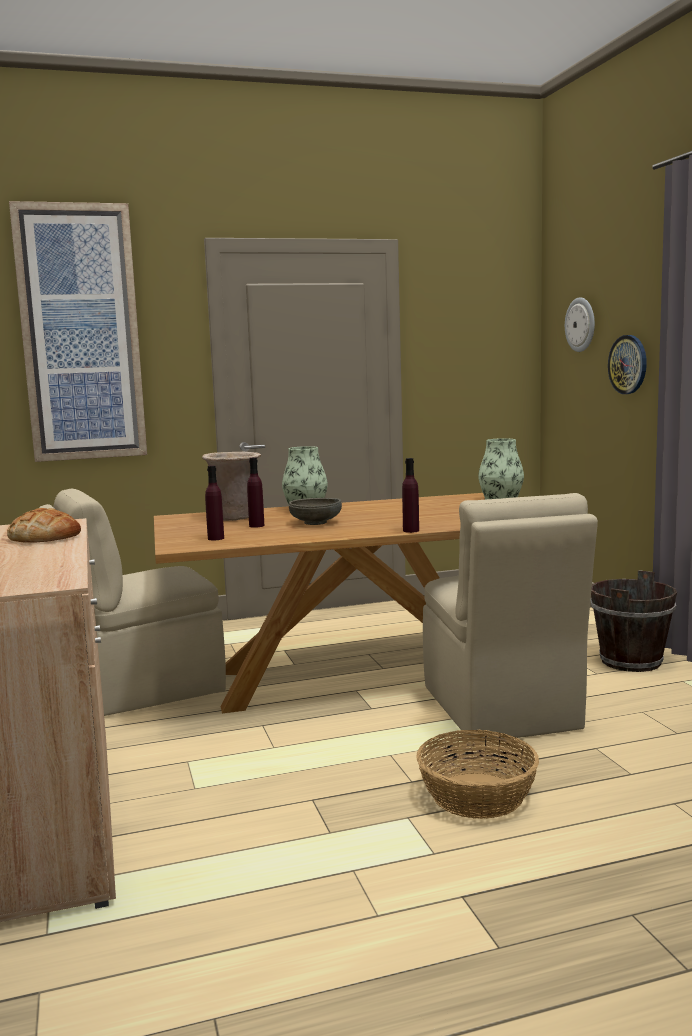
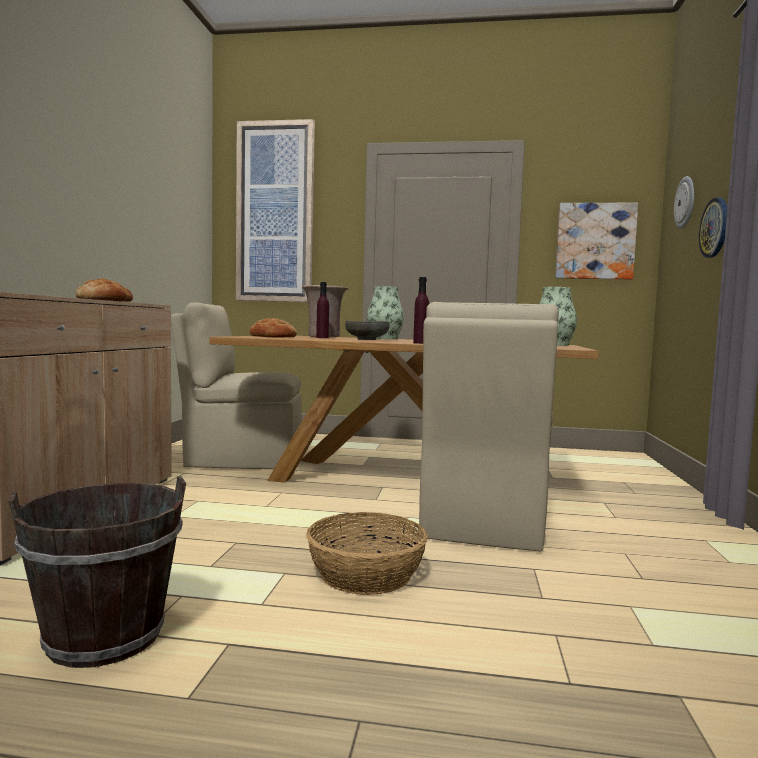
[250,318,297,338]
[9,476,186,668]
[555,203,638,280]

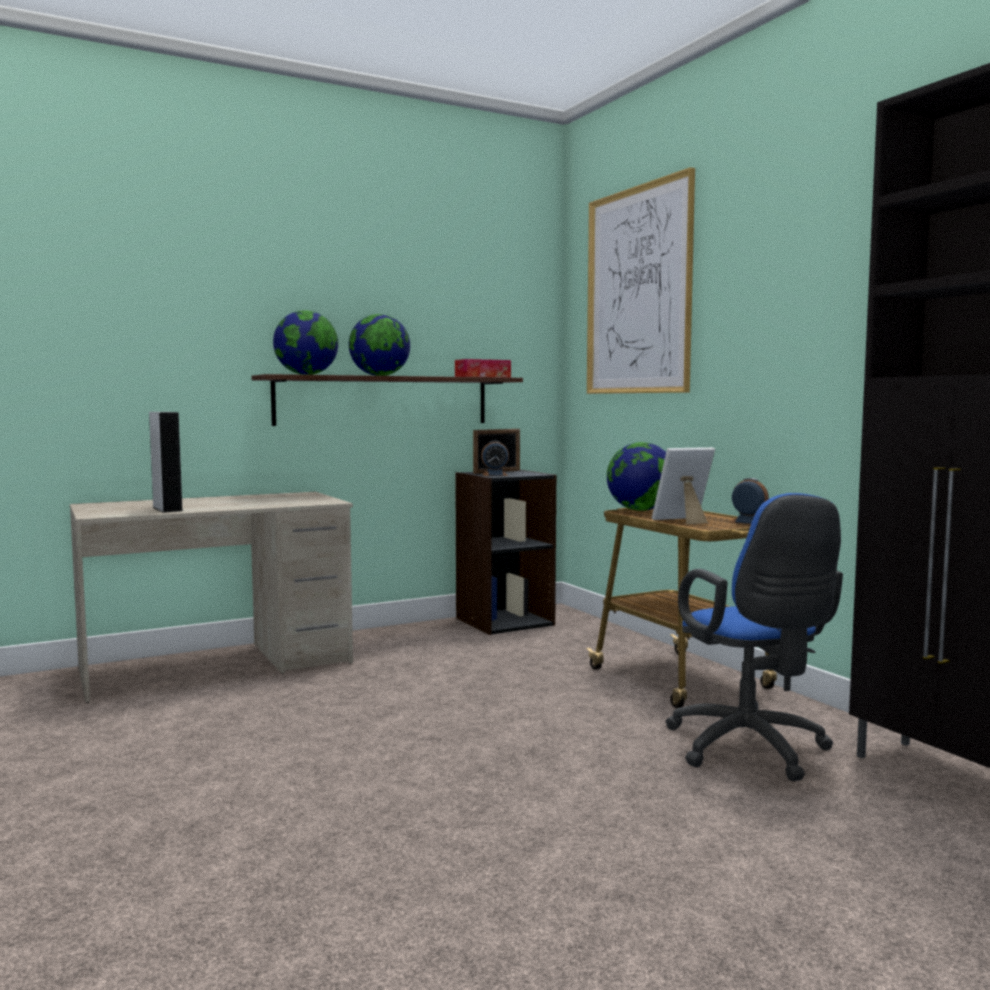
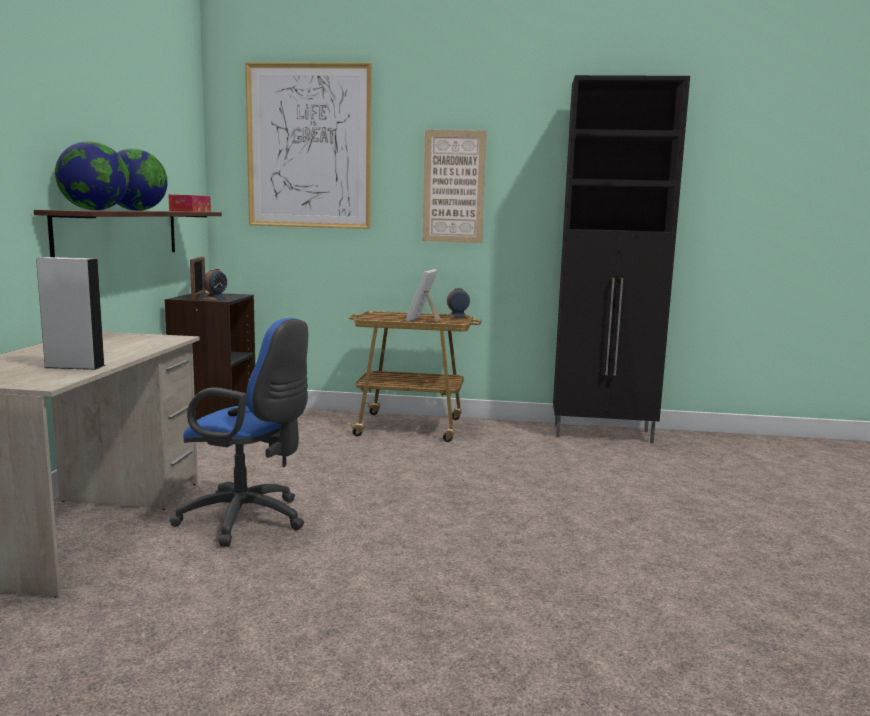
[607,442,666,511] (first image)
[170,318,308,547]
[423,130,487,243]

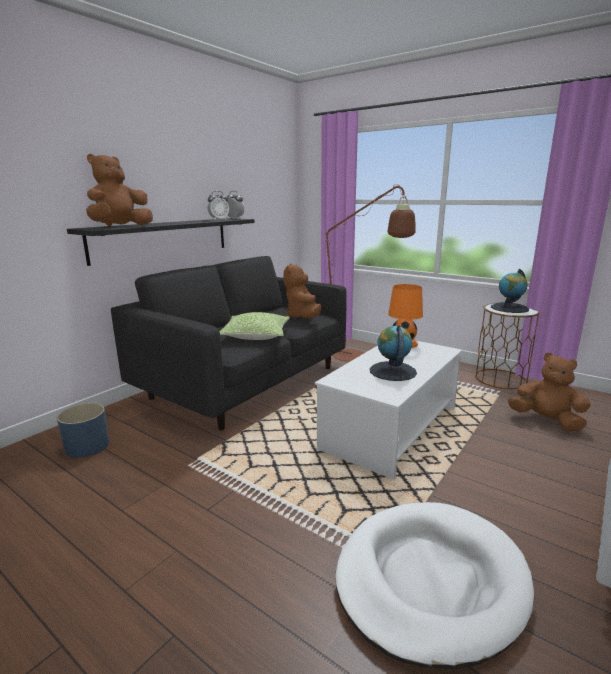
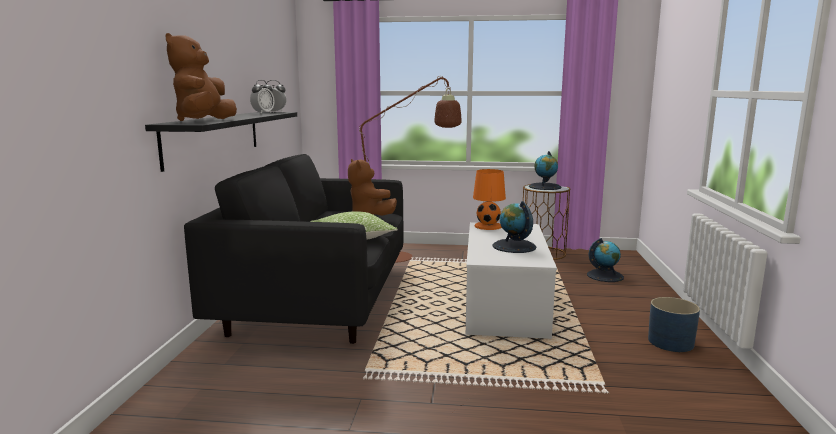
[648,297,700,352]
[336,502,534,669] (first image)
[587,238,624,282]

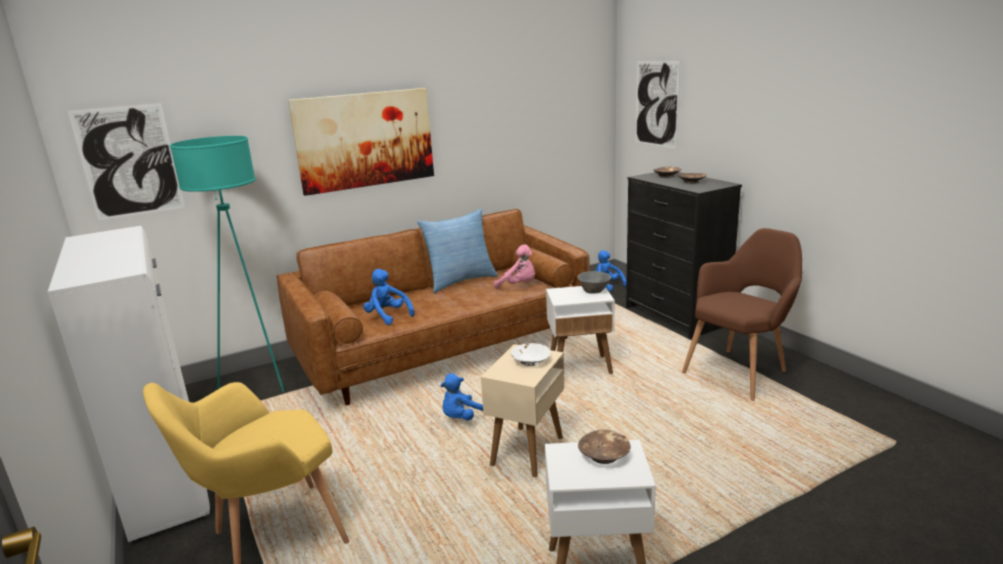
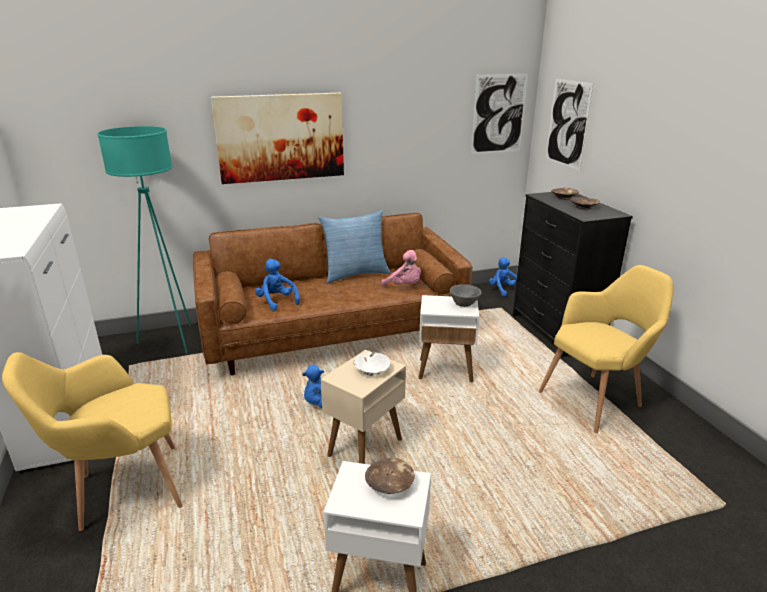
[471,74,528,154]
[539,265,673,433]

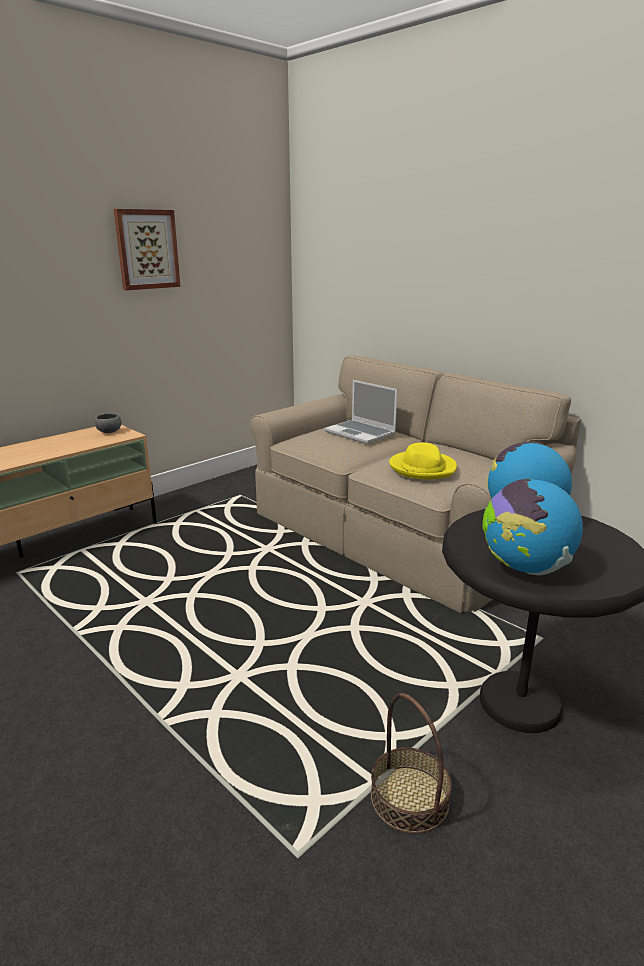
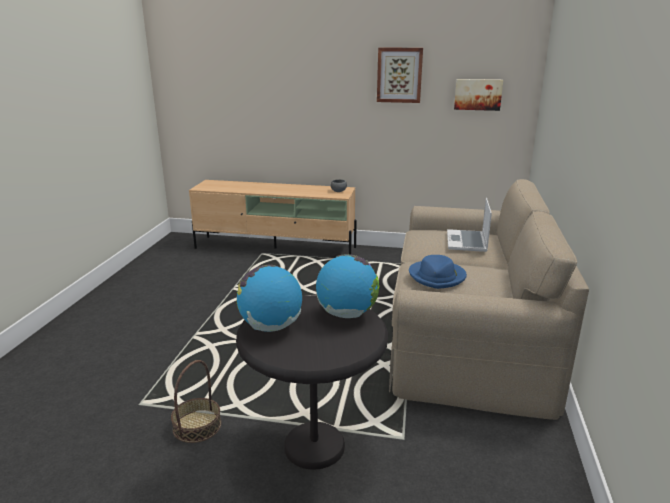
[409,255,467,289]
[454,79,503,111]

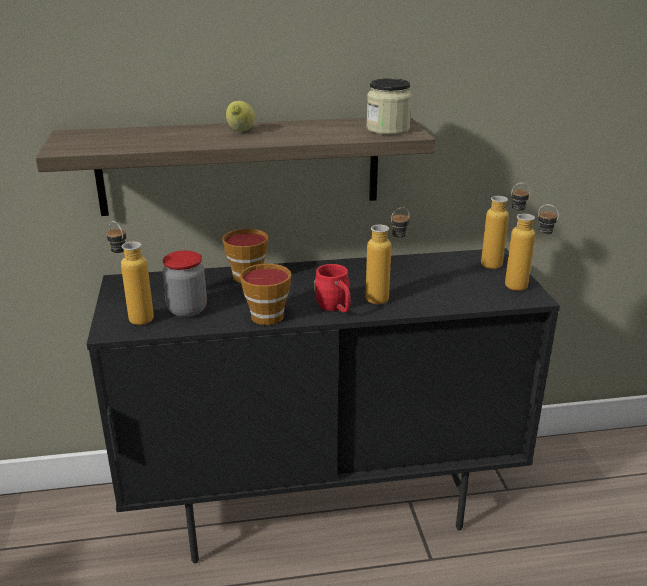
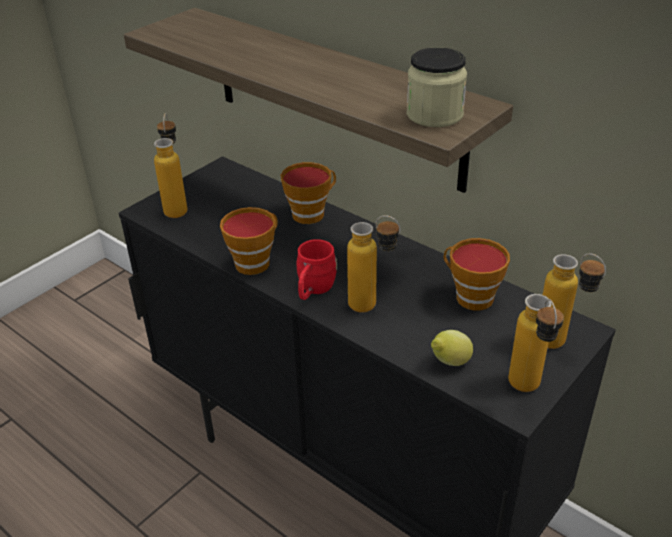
[162,251,207,317] (first image)
[431,330,473,366]
[444,238,510,311]

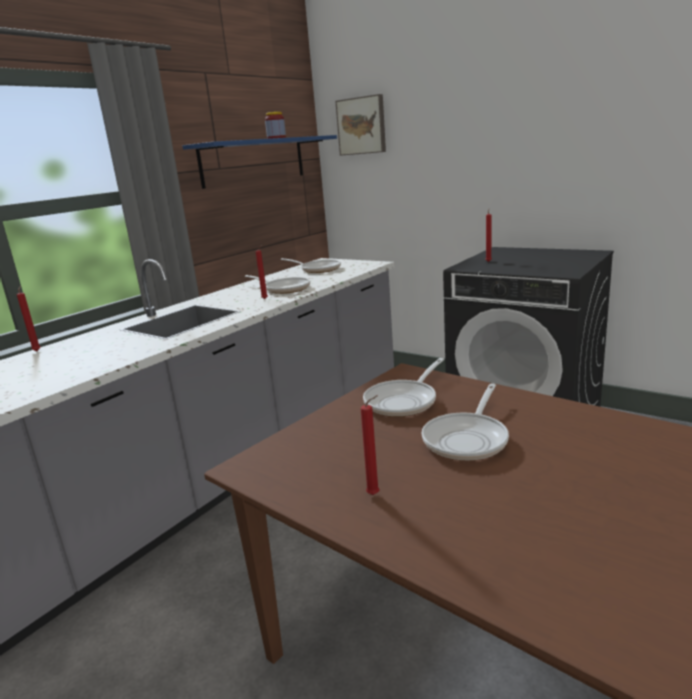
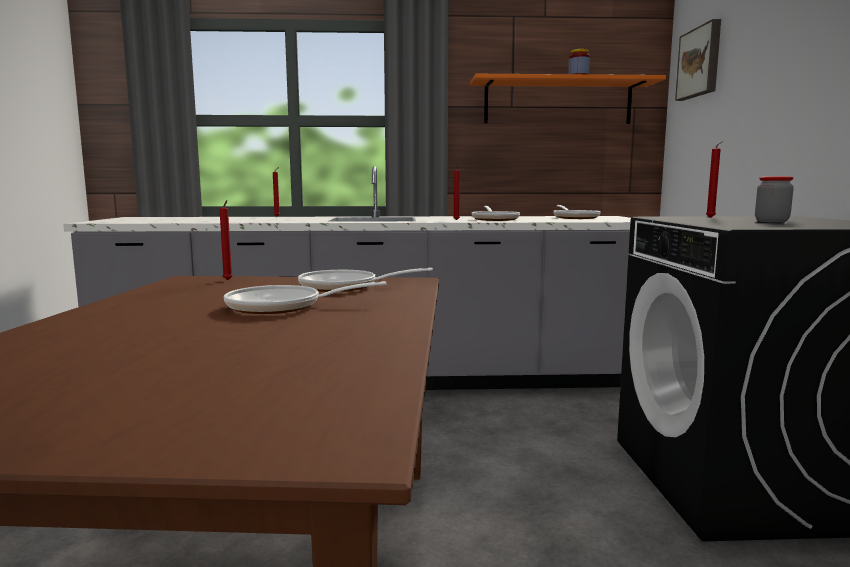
[470,74,666,124]
[219,200,233,280]
[755,176,794,223]

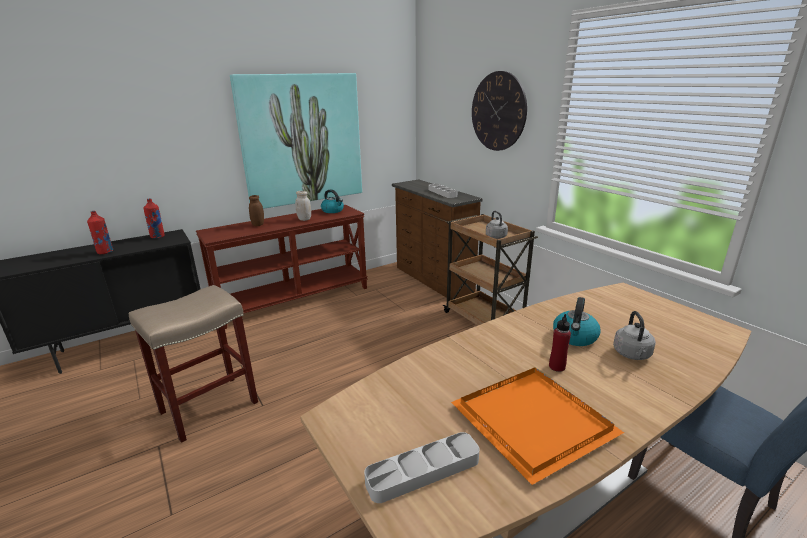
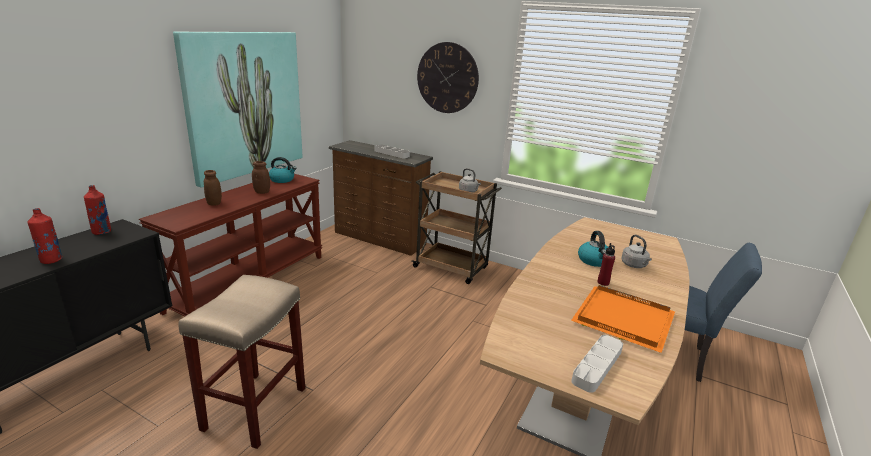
[252,161,270,194]

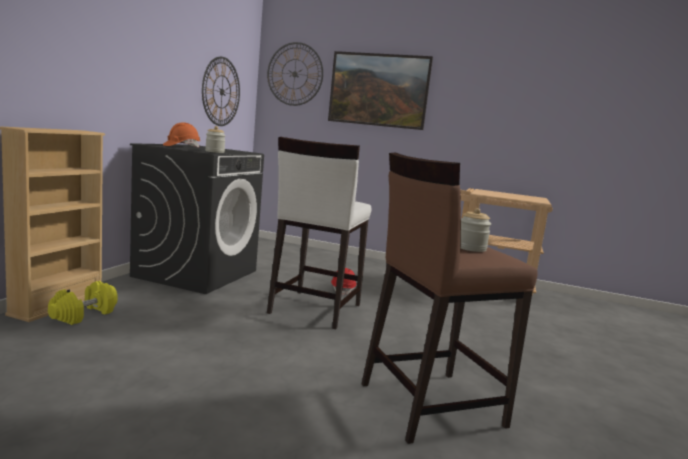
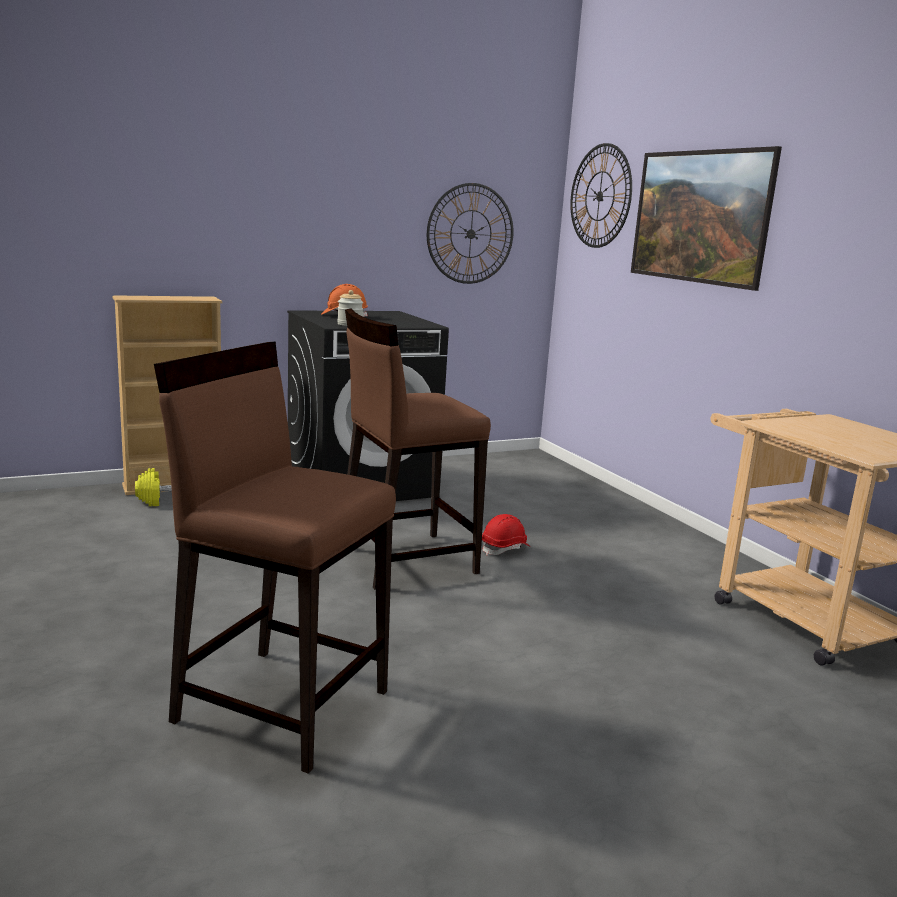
[345,308,491,590]
[461,208,491,252] (first image)

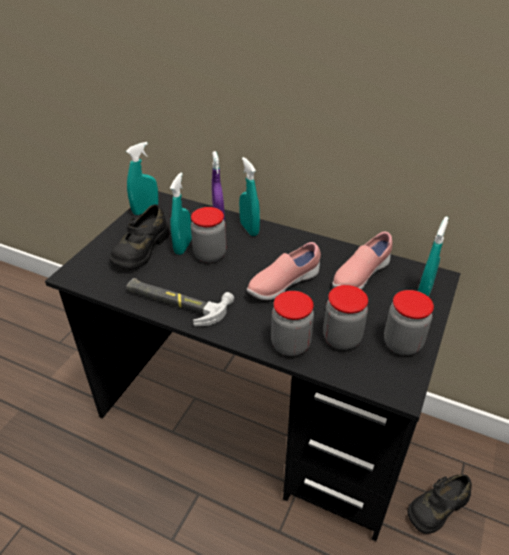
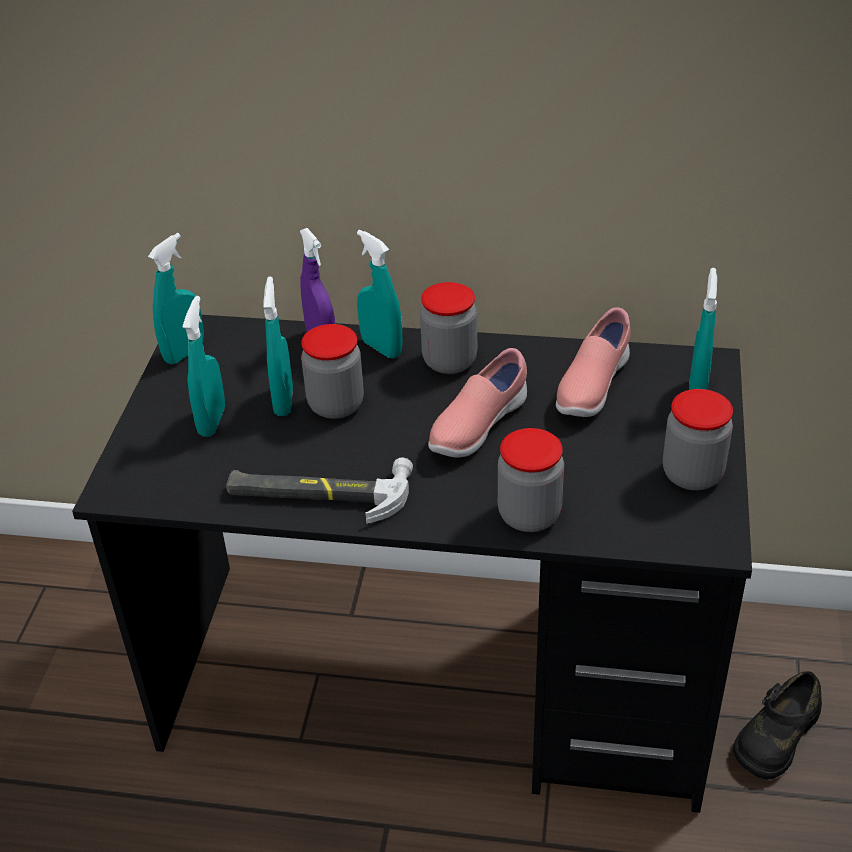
[183,296,225,437]
[420,282,477,374]

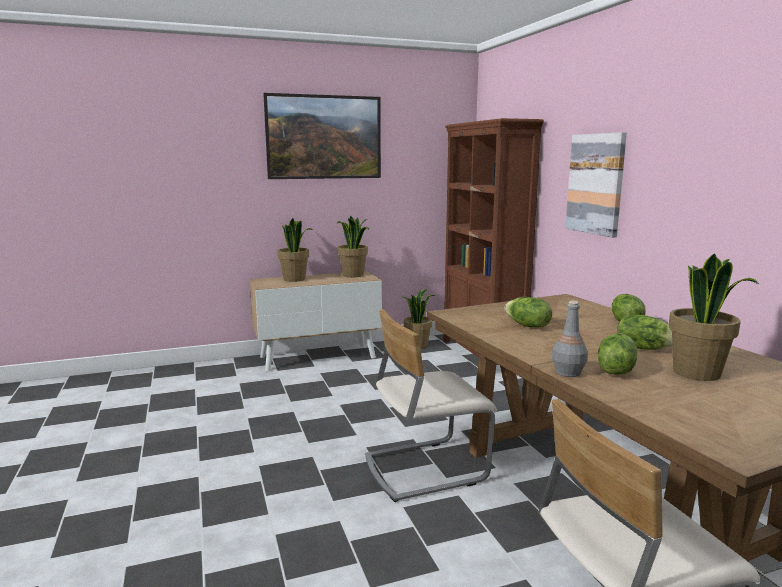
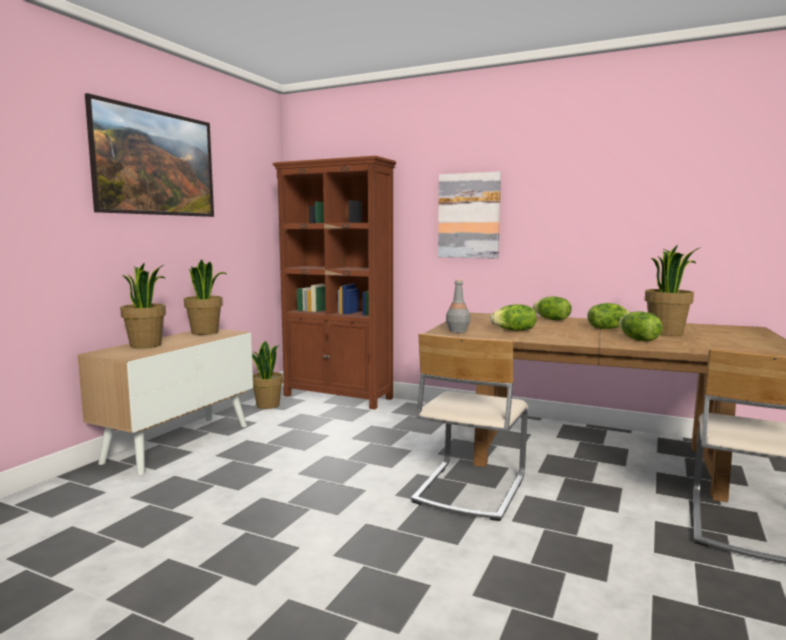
[446,279,470,333]

